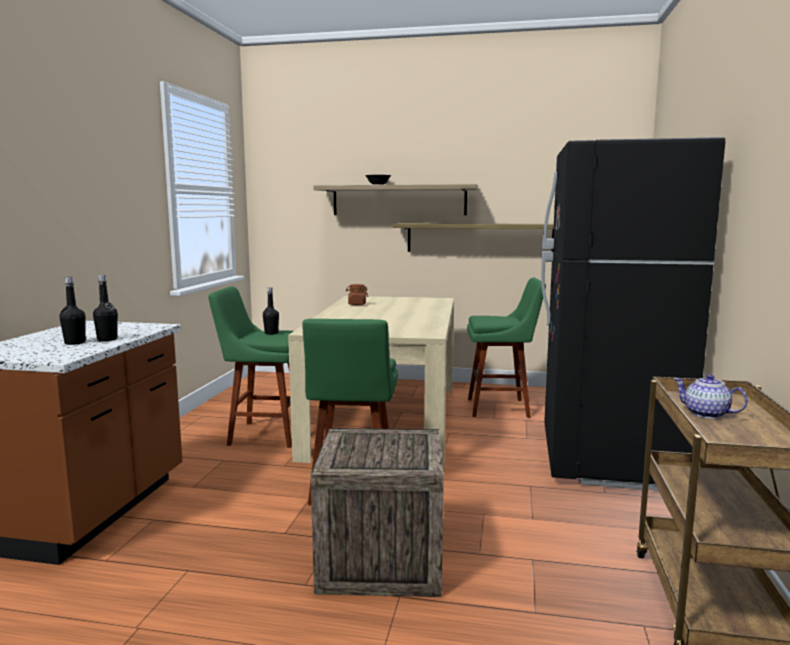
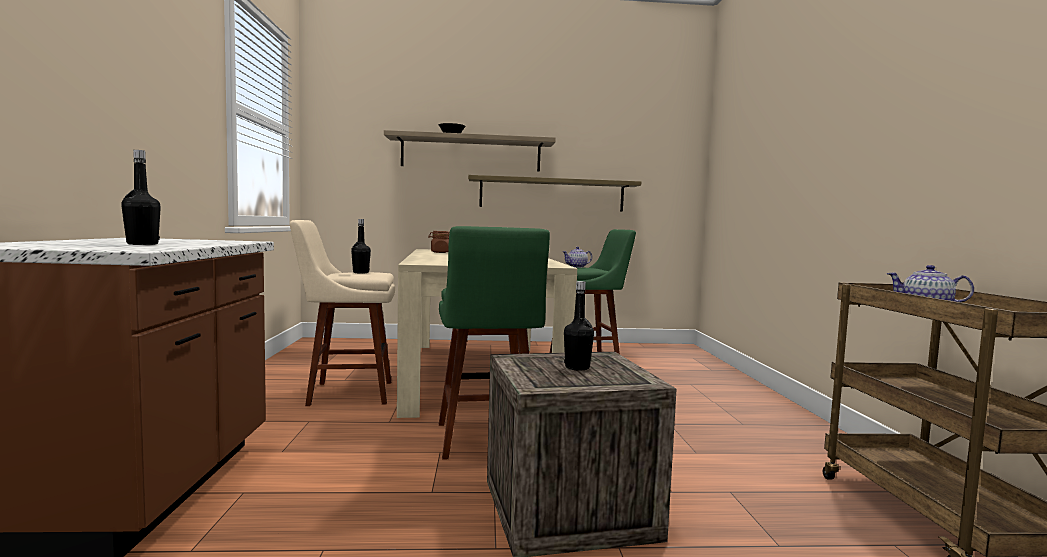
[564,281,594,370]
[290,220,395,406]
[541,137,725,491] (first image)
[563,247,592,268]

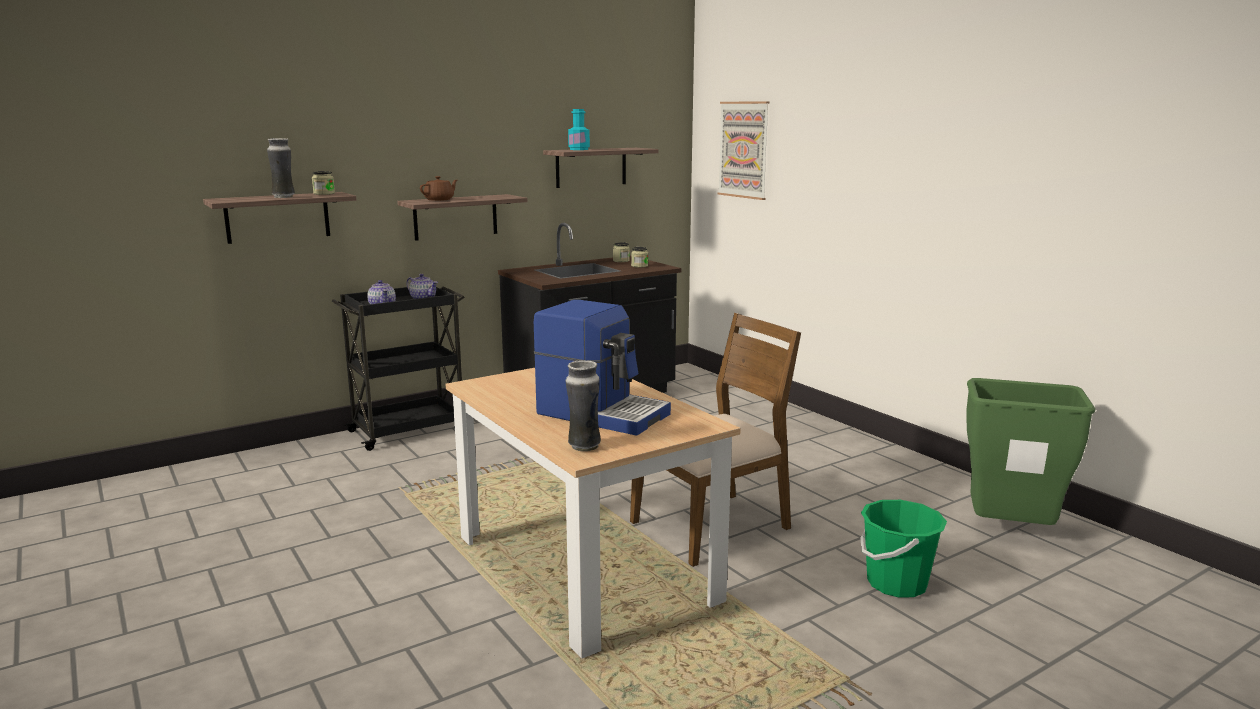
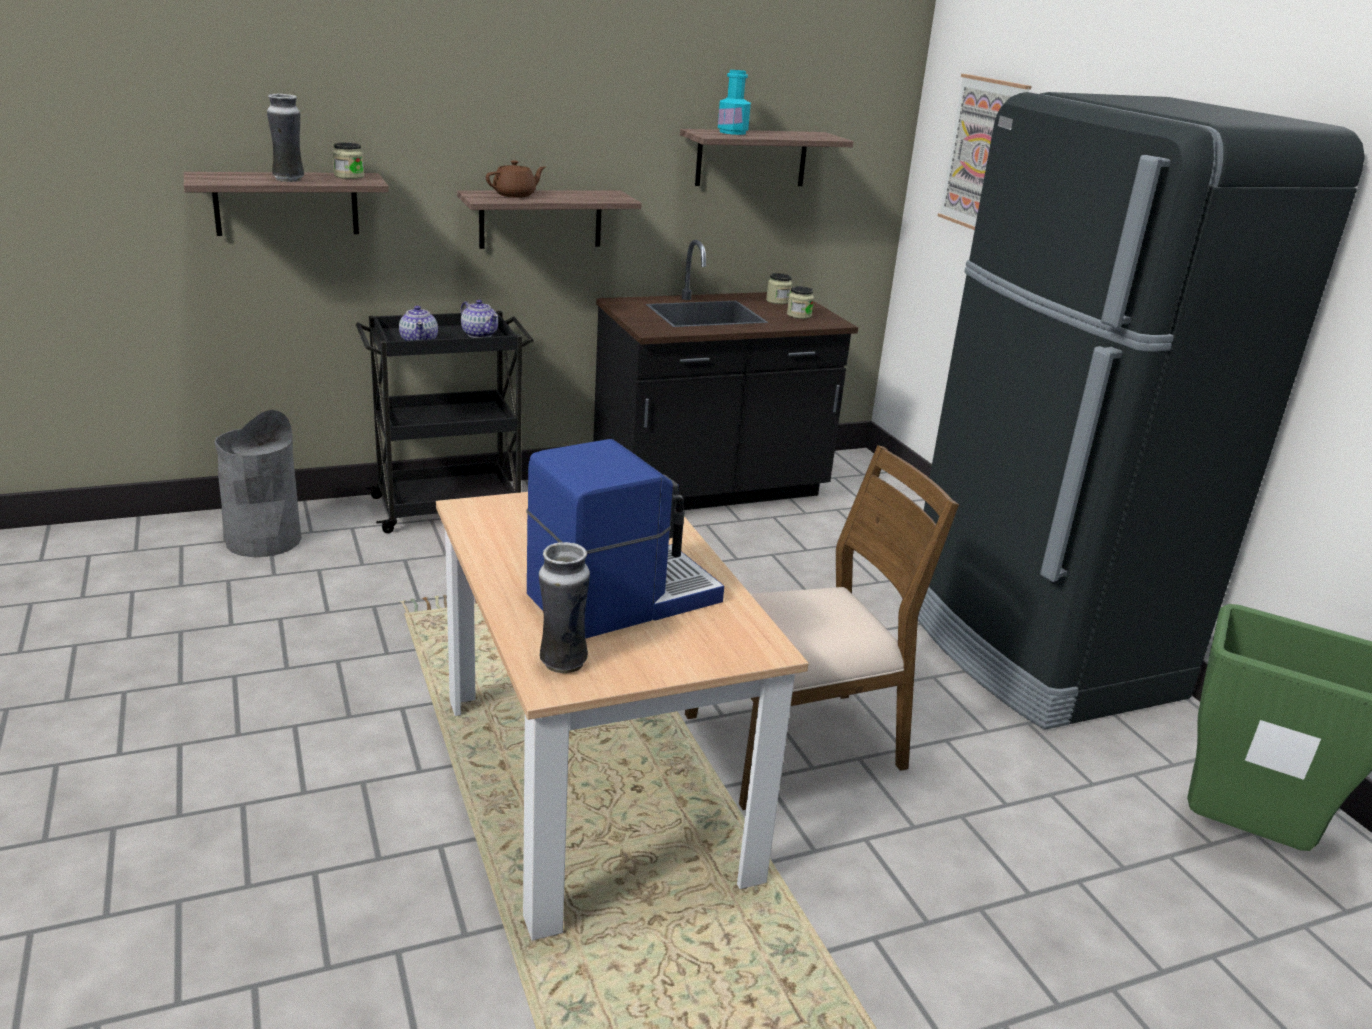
[526,439,724,639]
[860,500,947,598] (first image)
[214,410,302,557]
[918,92,1365,730]

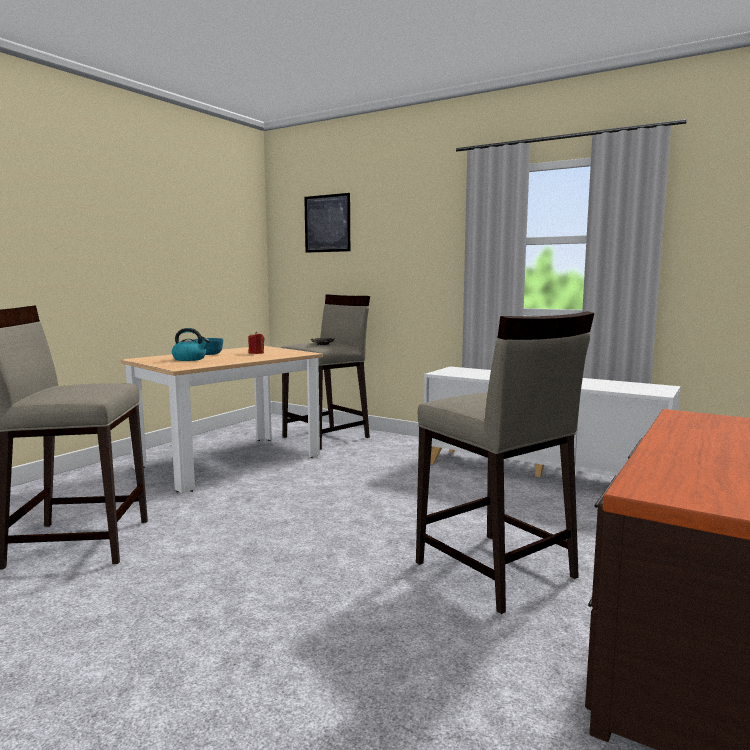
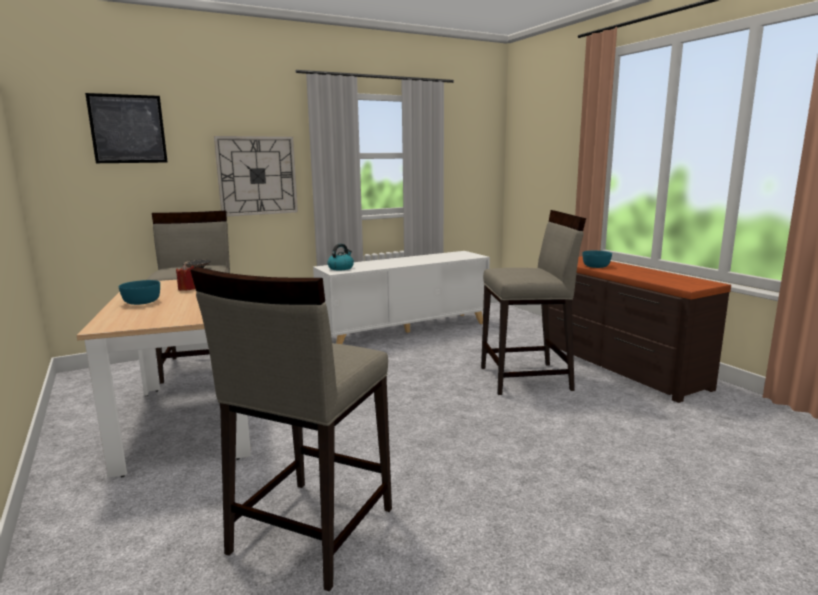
[327,244,354,270]
[214,136,298,217]
[582,251,612,268]

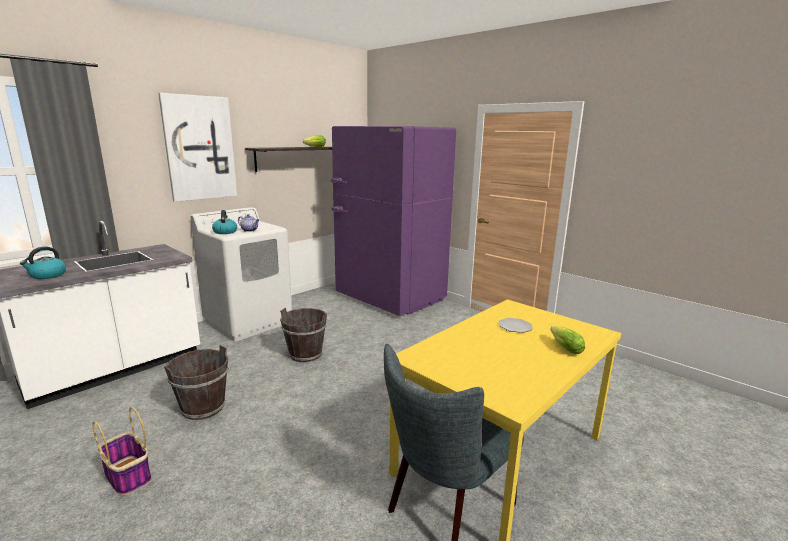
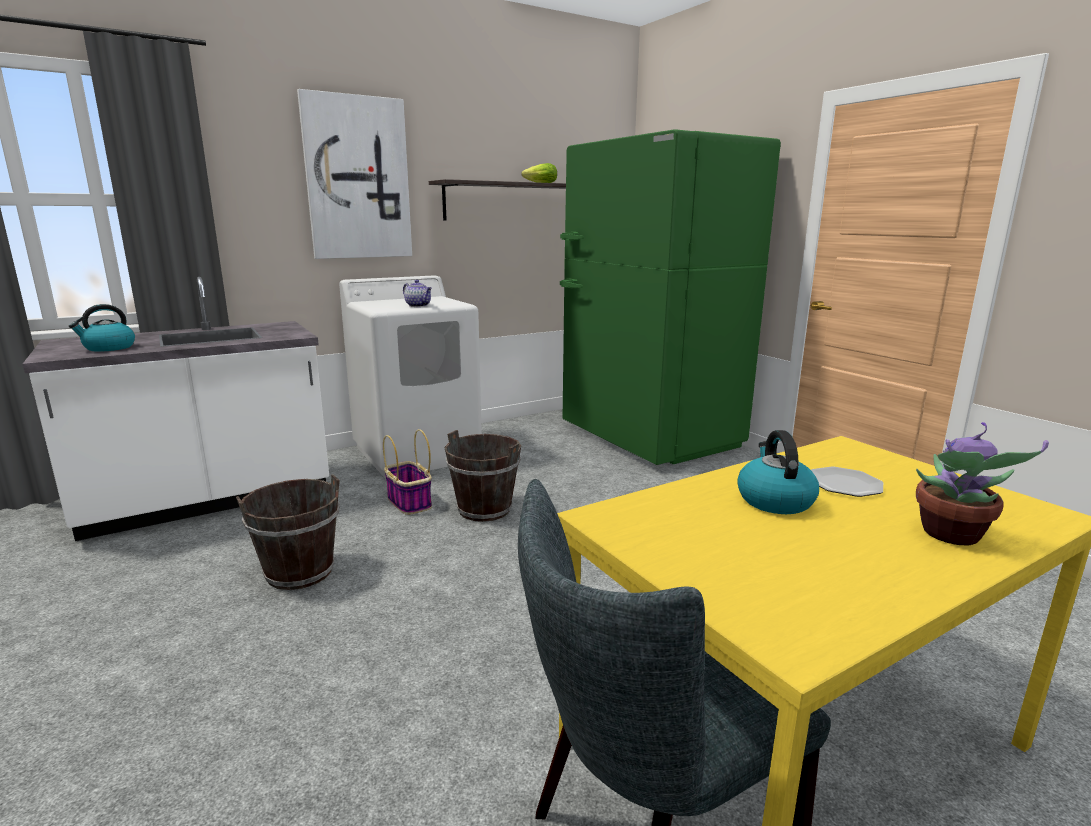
[383,429,432,515]
[737,430,819,514]
[560,129,781,465]
[916,422,1049,545]

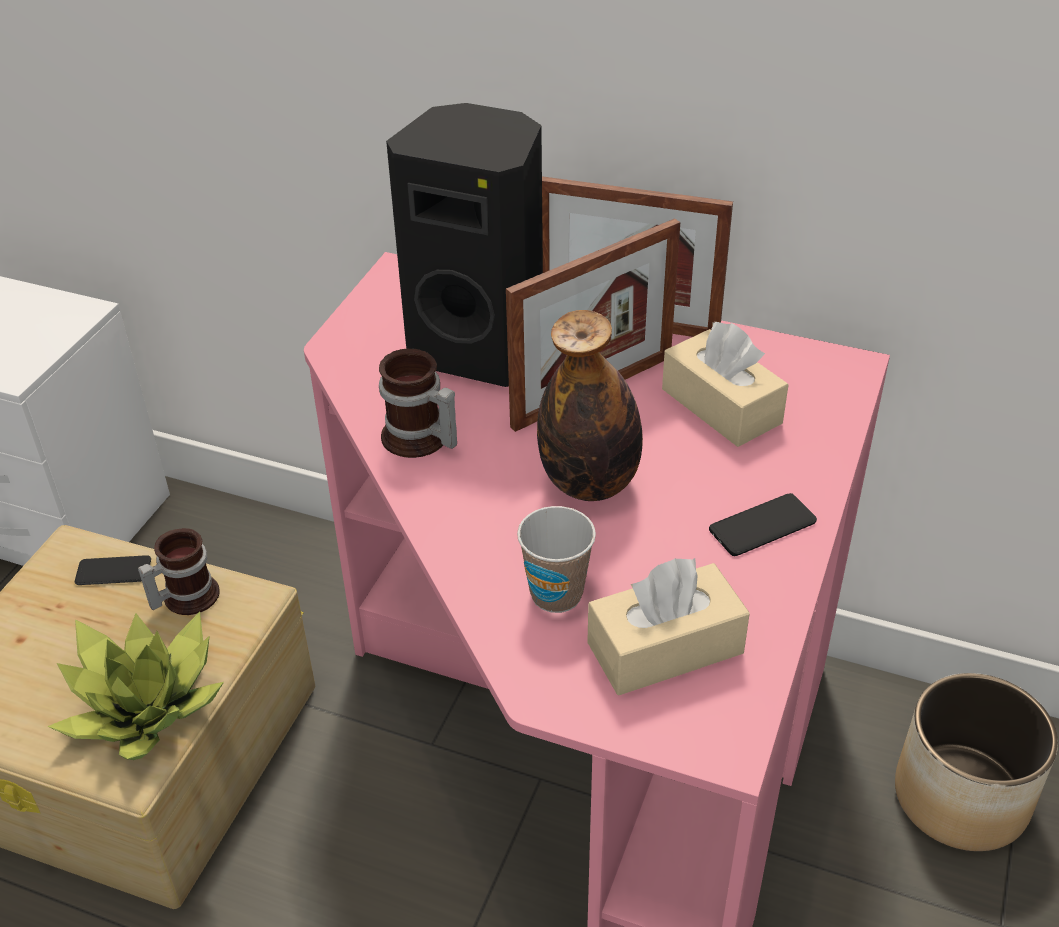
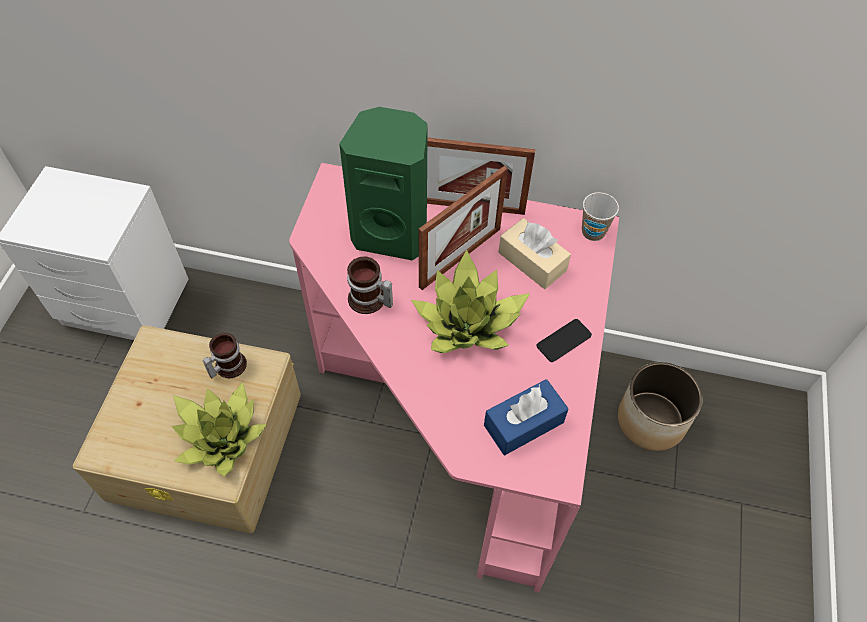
[75,555,151,585] (first image)
[339,107,428,260]
[582,192,619,241]
[411,250,530,353]
[484,379,569,455]

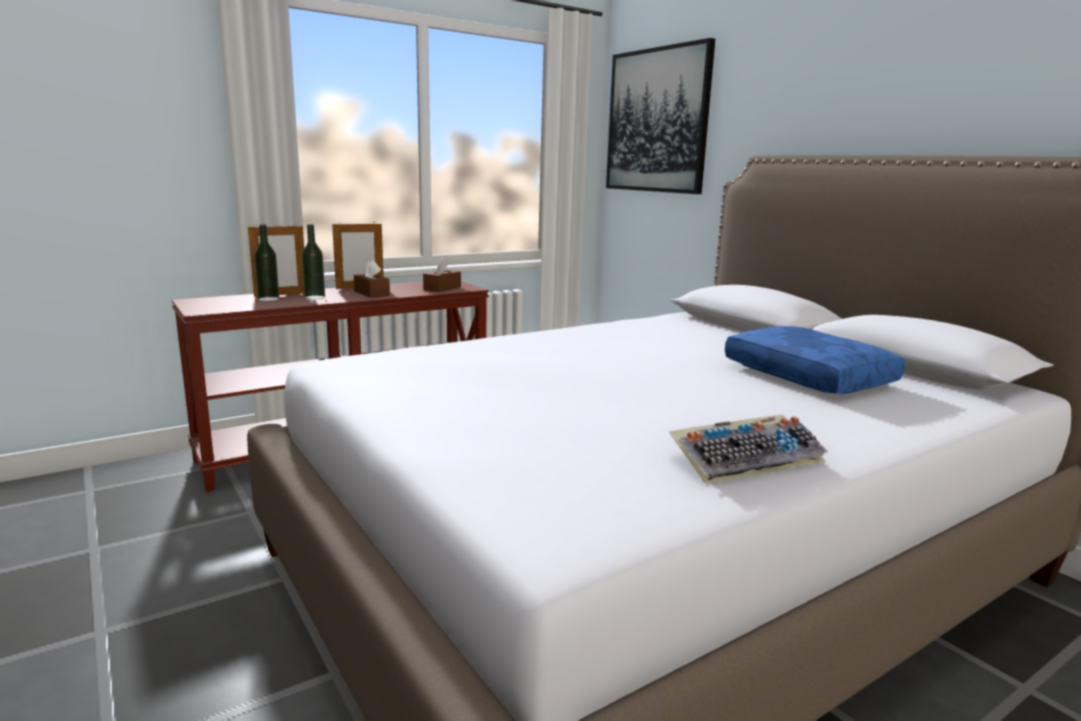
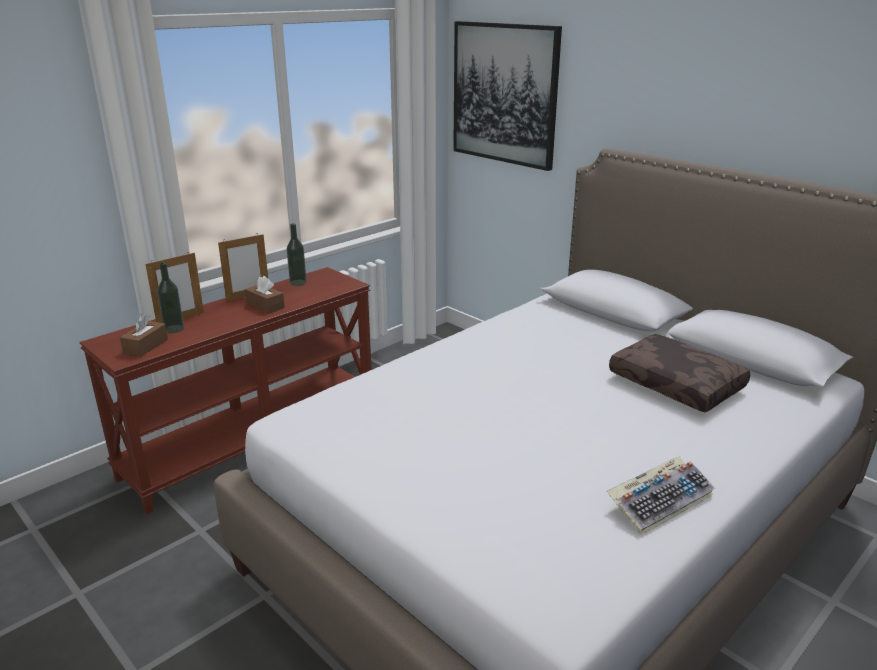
[287,223,307,286]
[120,314,168,357]
[609,334,750,412]

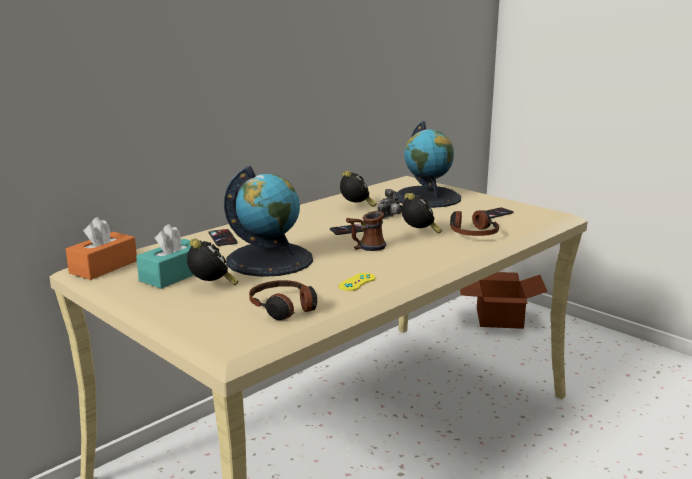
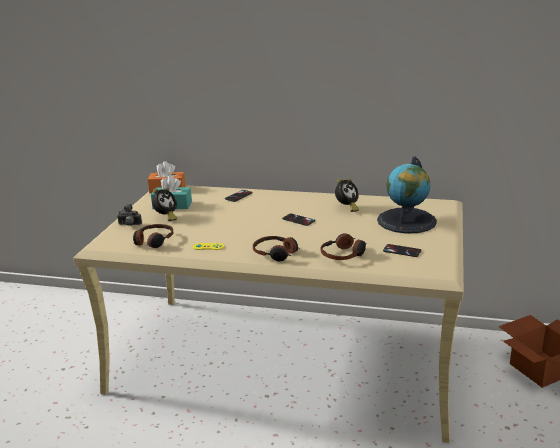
[224,166,313,277] (first image)
[346,211,386,251] (first image)
[117,204,142,226]
[402,193,442,234] (first image)
[253,236,300,261]

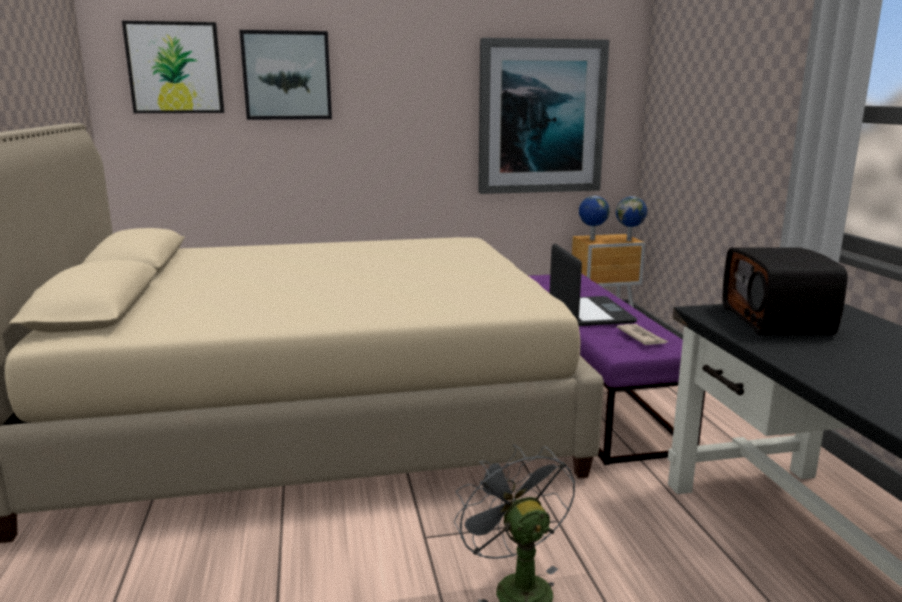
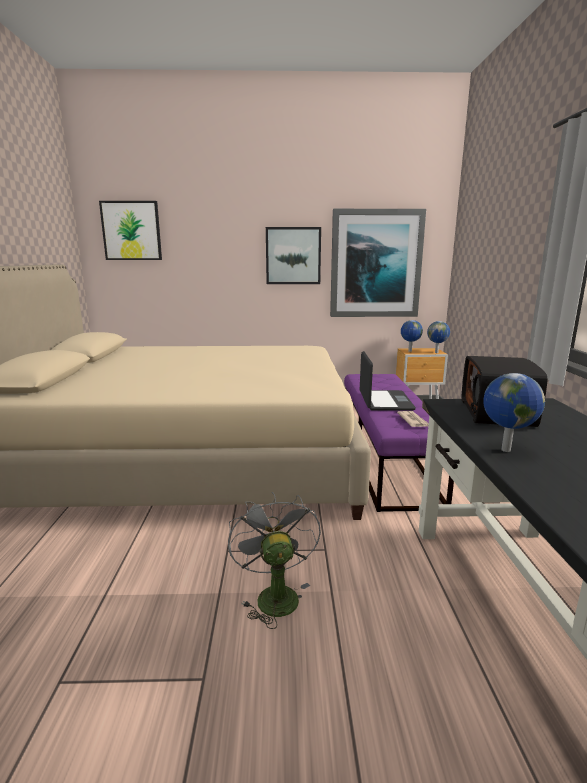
[266,227,321,284]
[483,373,545,452]

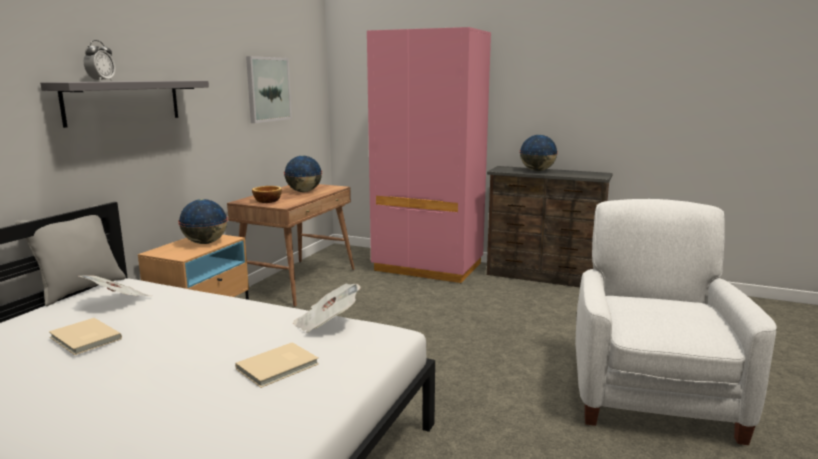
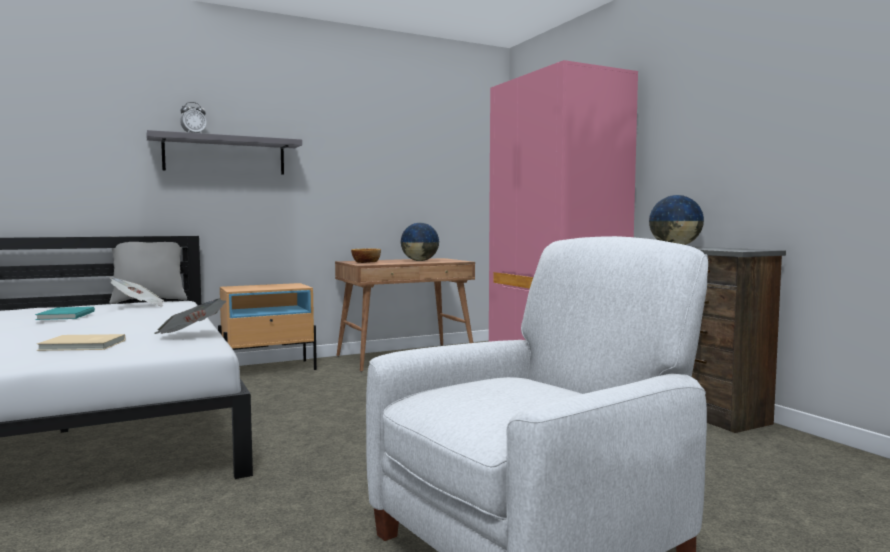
[35,307,95,320]
[178,199,228,244] (first image)
[246,56,292,123] (first image)

